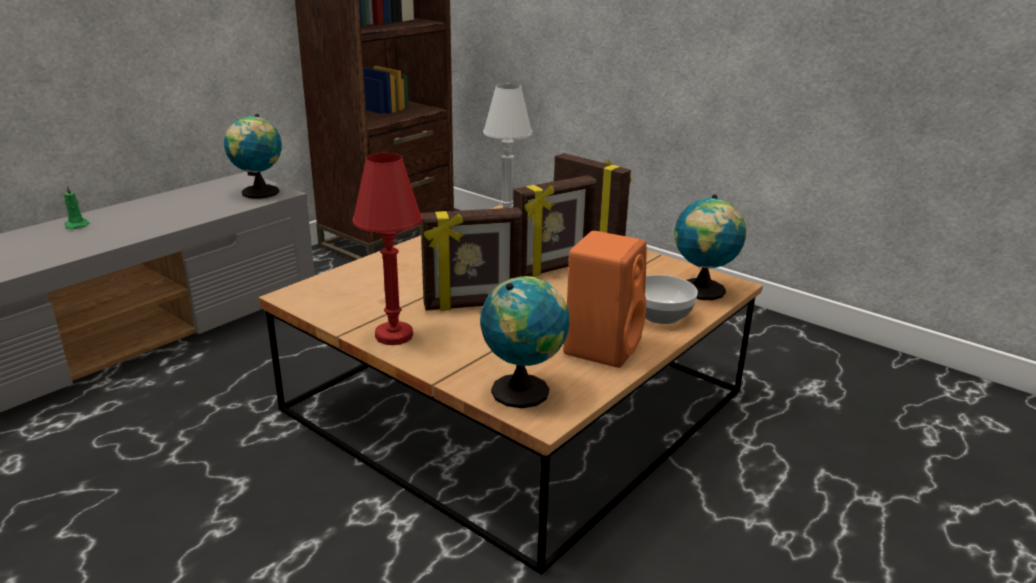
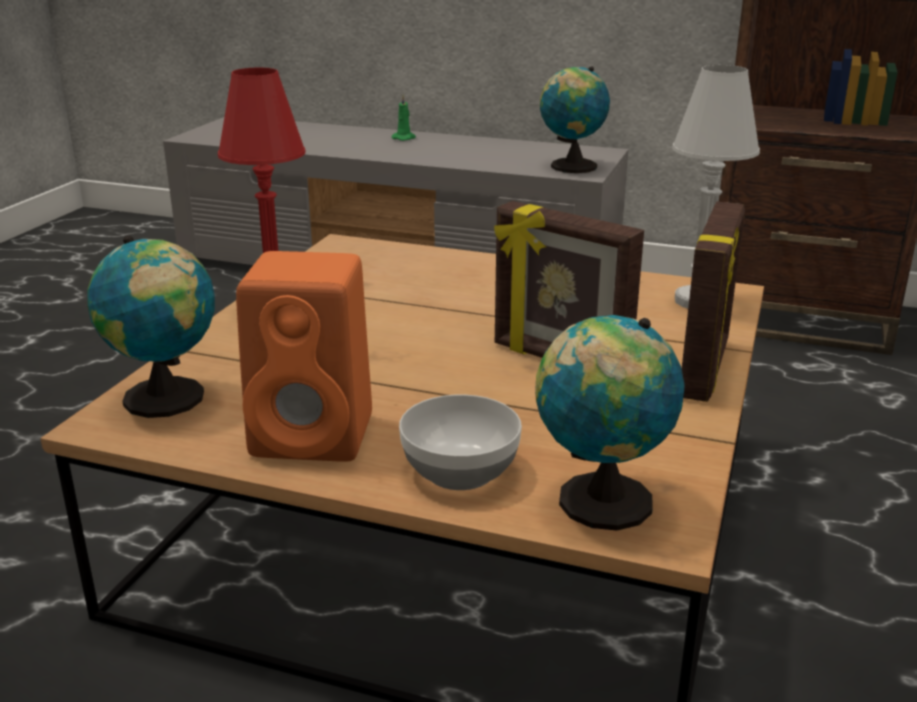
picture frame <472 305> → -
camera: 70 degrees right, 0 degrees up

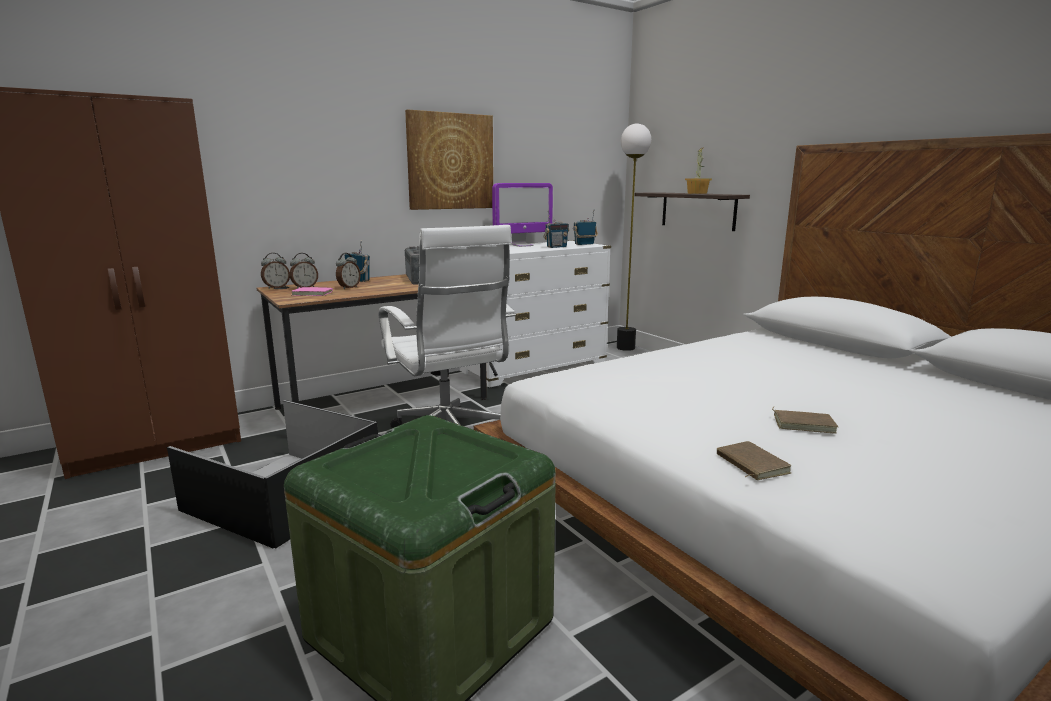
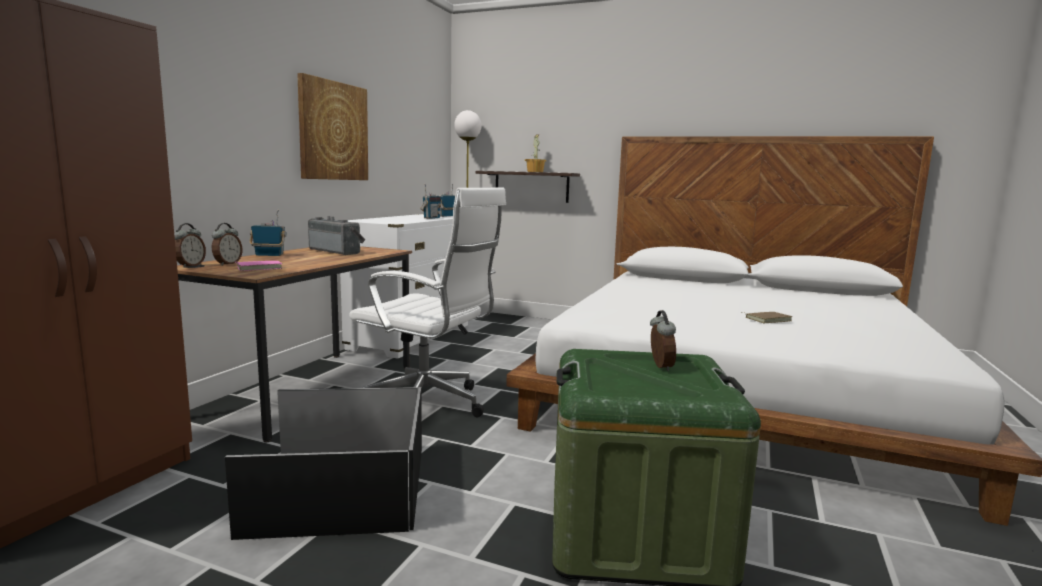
alarm clock <348 287> → alarm clock <659 367>, relocated
monitor <522 245> → -
book/brown <750 464> → -
camera: 35 degrees left, 5 degrees down

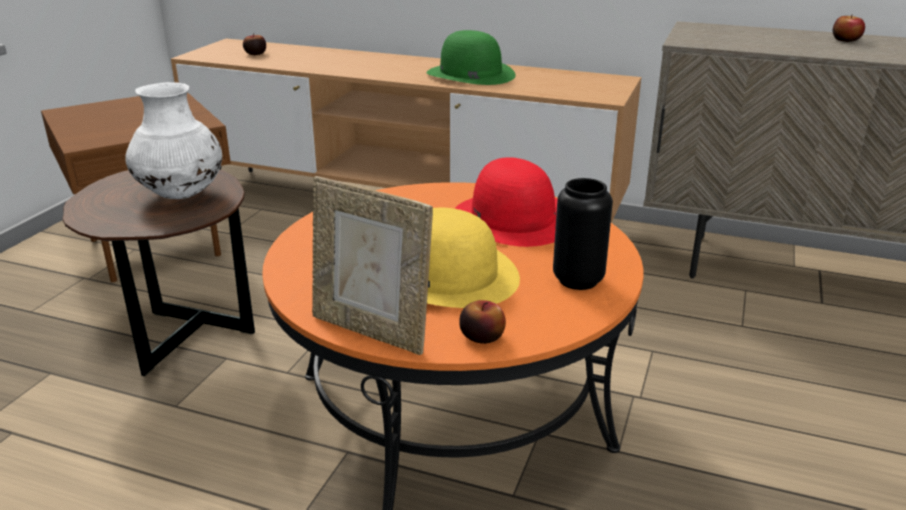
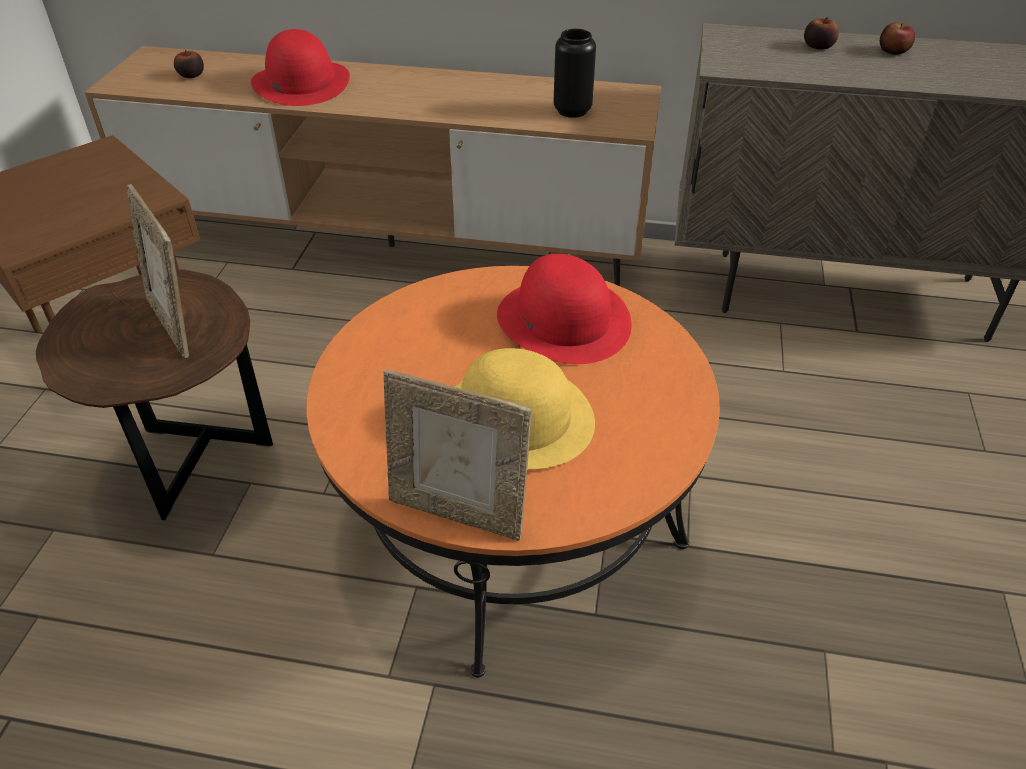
vase/white <181 195> → picture frame <175 324>
- → hat/red <301 82>
vase/black <578 280> → vase/black <572 111>, relocated
apple <482 336> → apple <818 46>, relocated
hat/green <470 74> → -
camera: 10 degrees left, 15 degrees up

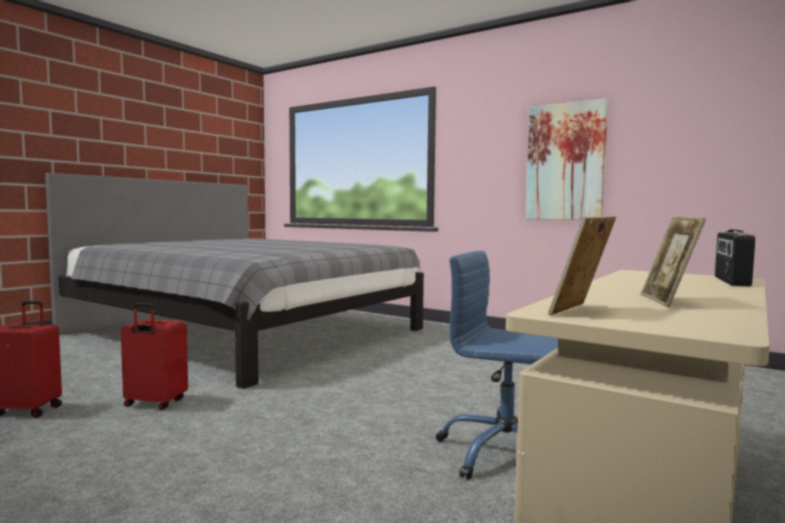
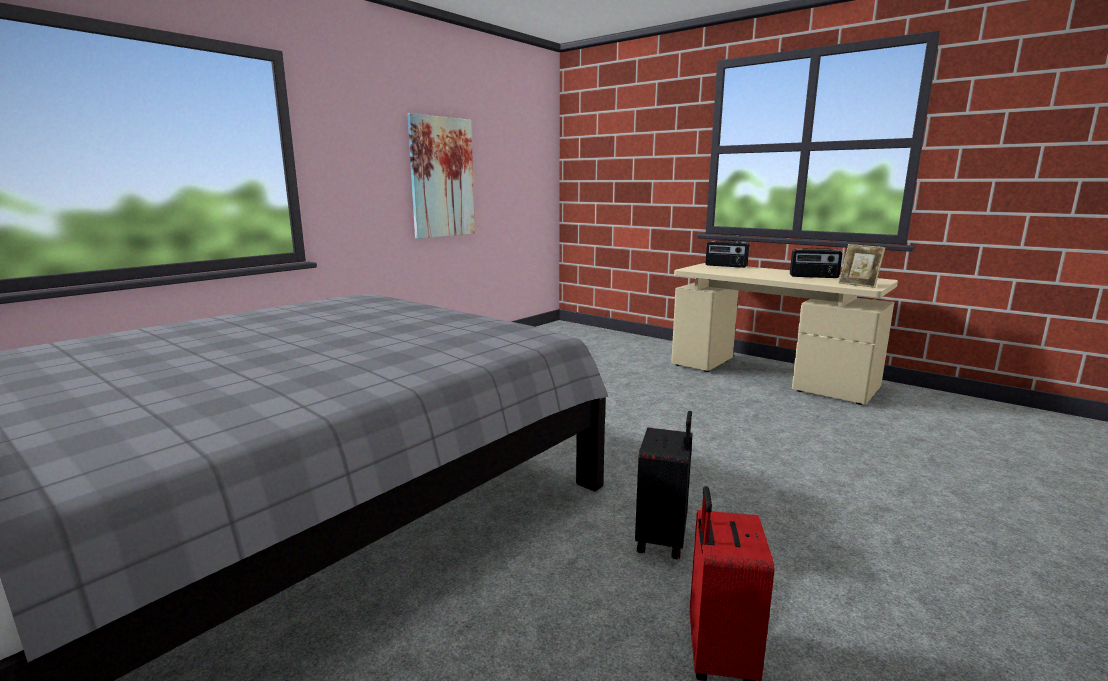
suitcase/red <154 403> → suitcase/black <663 539>
picture frame <668 301> → radio <814 276>
office chair/blue <505 453> → -
camera: 85 degrees left, 10 degrees up

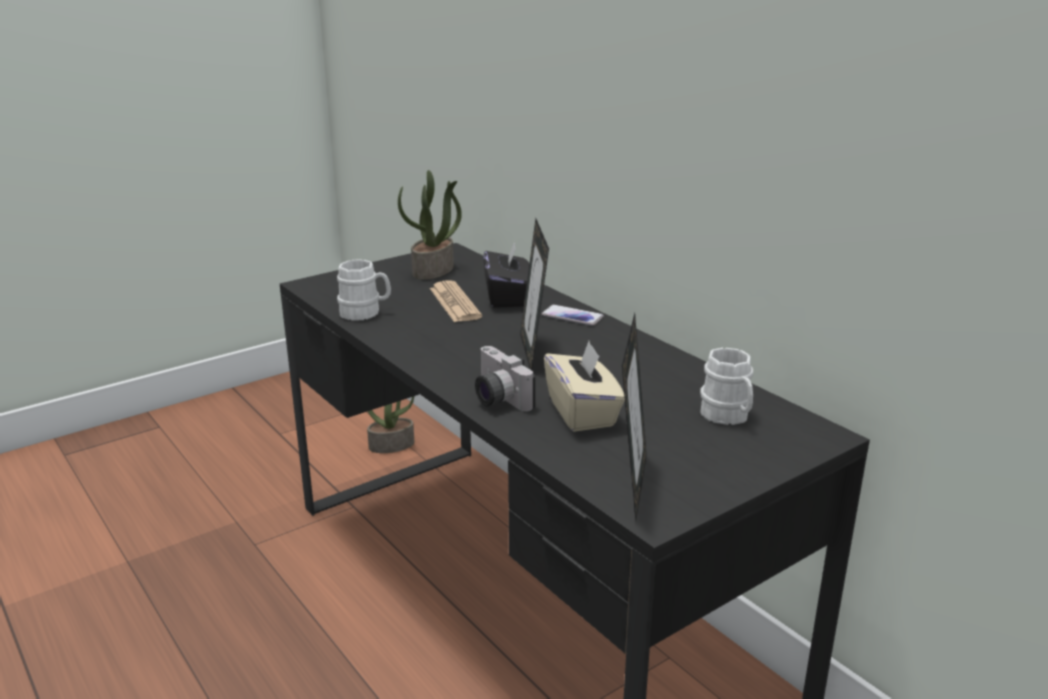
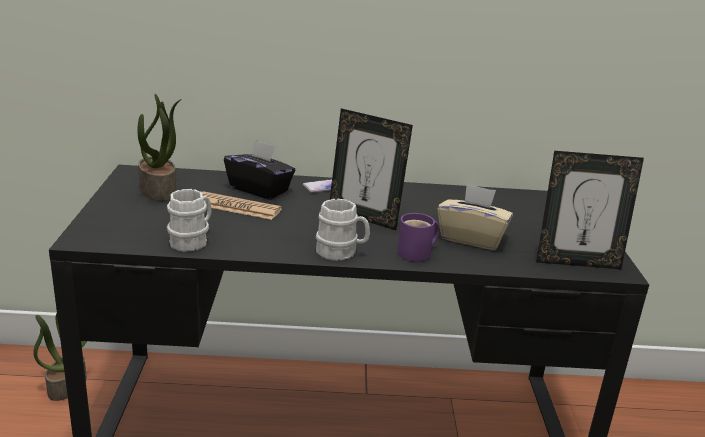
mug/white <728 417> → mug/white <341 252>, relocated
photo camera <496 398> → mug/purple <417 253>
picture frame <631 485> → picture frame <577 262>, 135 degrees clockwise
camera: 55 degrees left, 0 degrees up

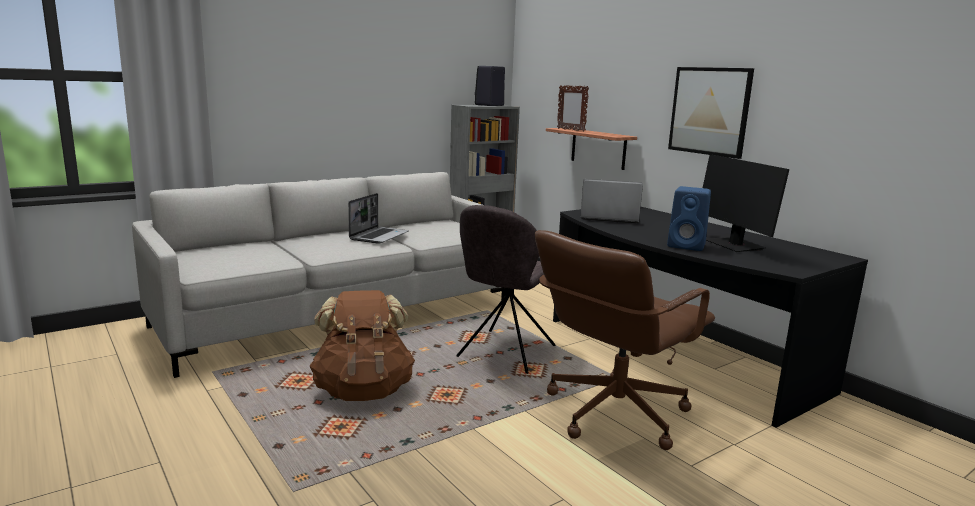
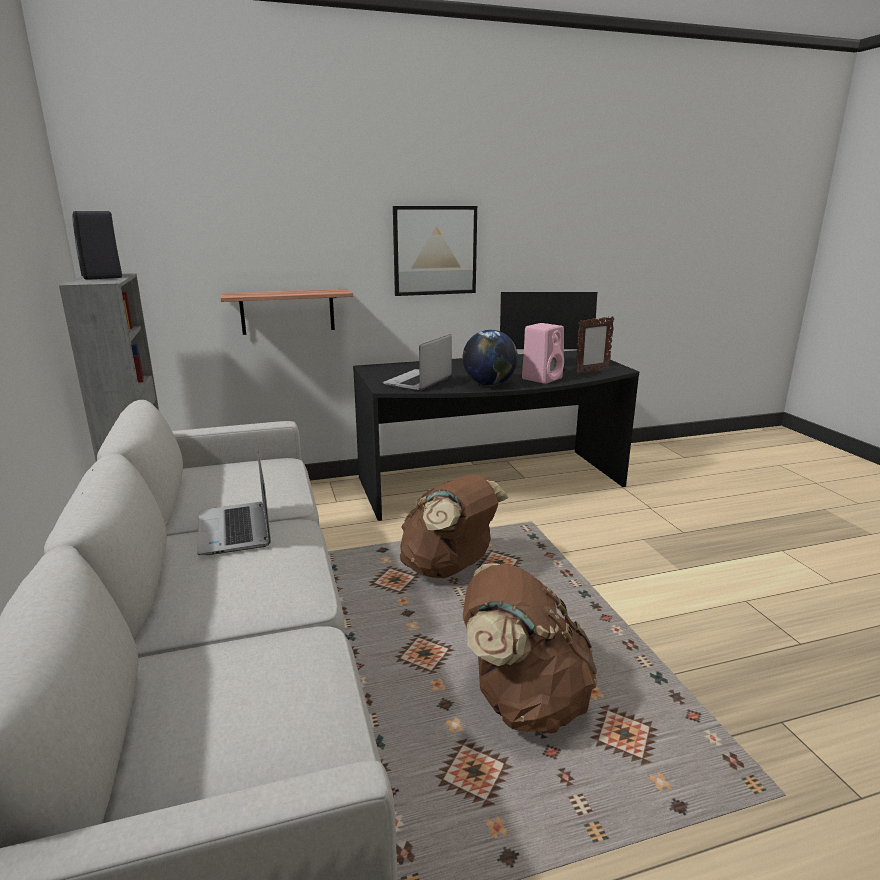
laptop <379 236> → laptop <236 530>, 150 degrees counterclockwise
chair/grey <505 353> → backpack/brown <449 568>
- → globe <489 384>
speaker/blue <687 246> → speaker/pink <542 378>
picture frame <570 130> → picture frame <592 372>, relocated
office chair/brown <614 412> → -
camera: 70 degrees left, 5 degrees up

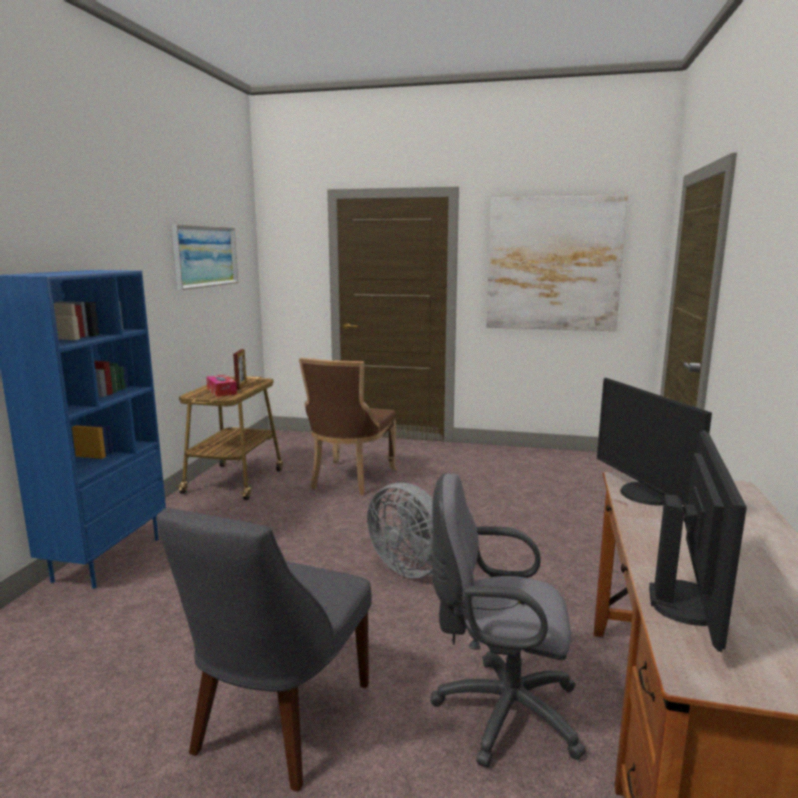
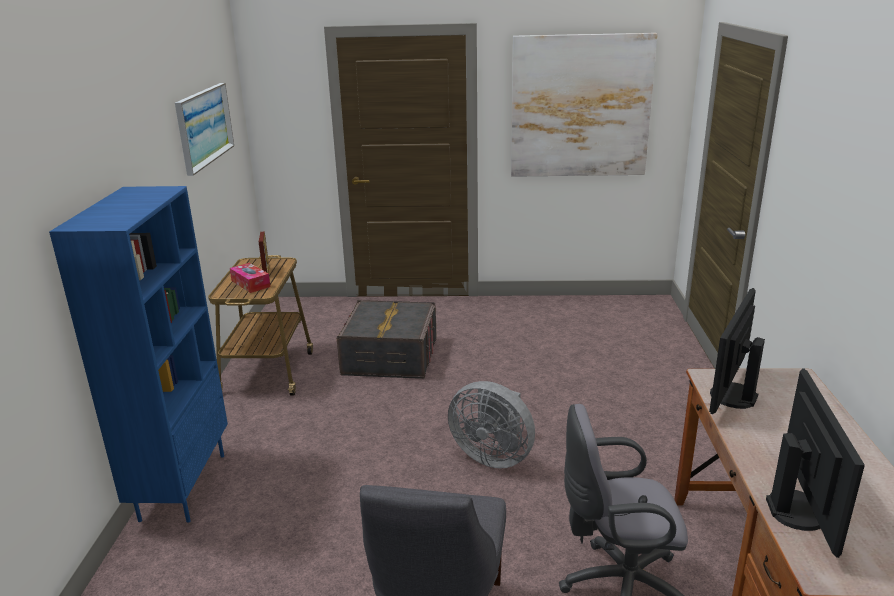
chair/brown <350 479> → storage box/grey <390 357>
monitor <645 495> → monitor <731 395>, 60 degrees clockwise
camera: 10 degrees left, 10 degrees up

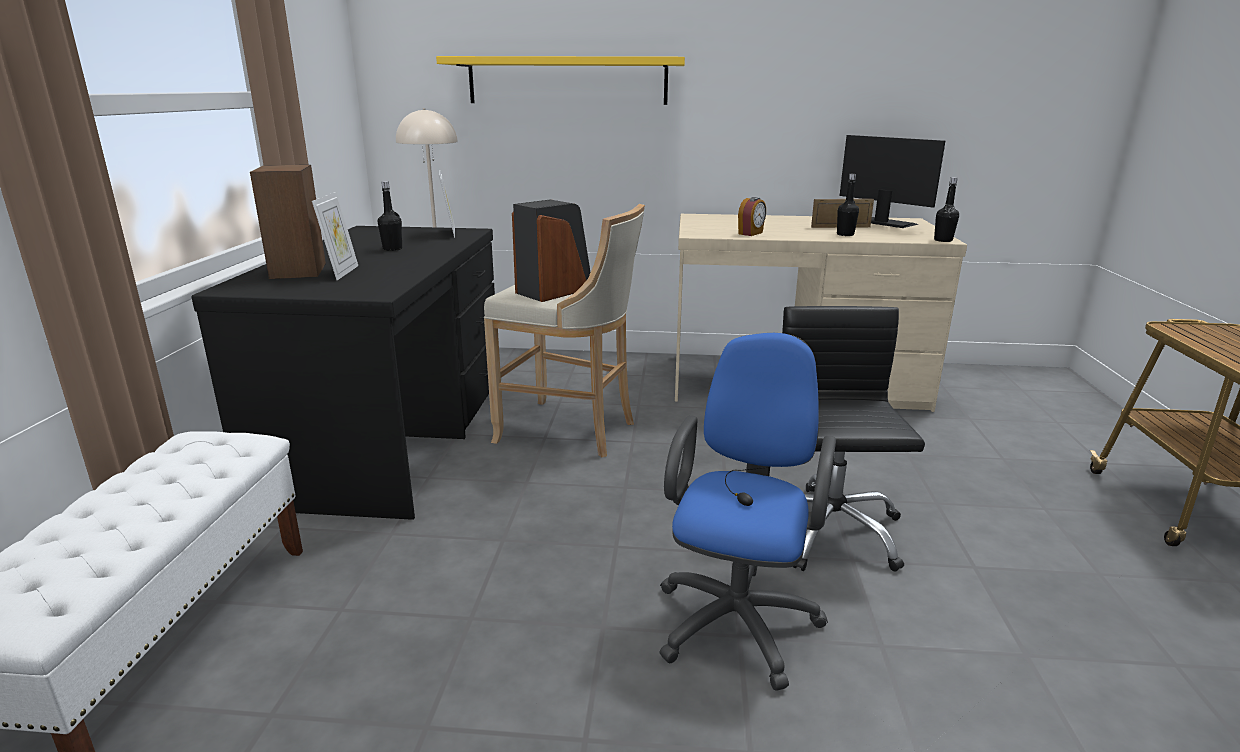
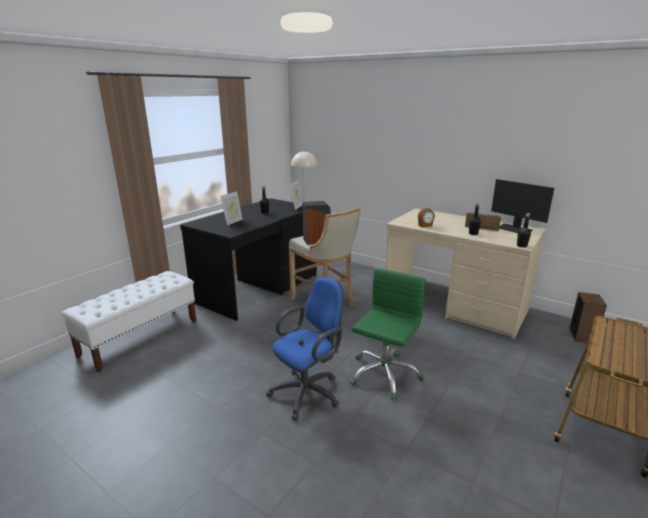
office chair/black <828 530> → office chair/green <384 374>
monitor <884 222> → monitor <514 229>, 150 degrees clockwise
speaker <299 271> → speaker <582 336>, relocated
shelf/yellow <567 81> → -
camera: 30 degrees right, 0 degrees up

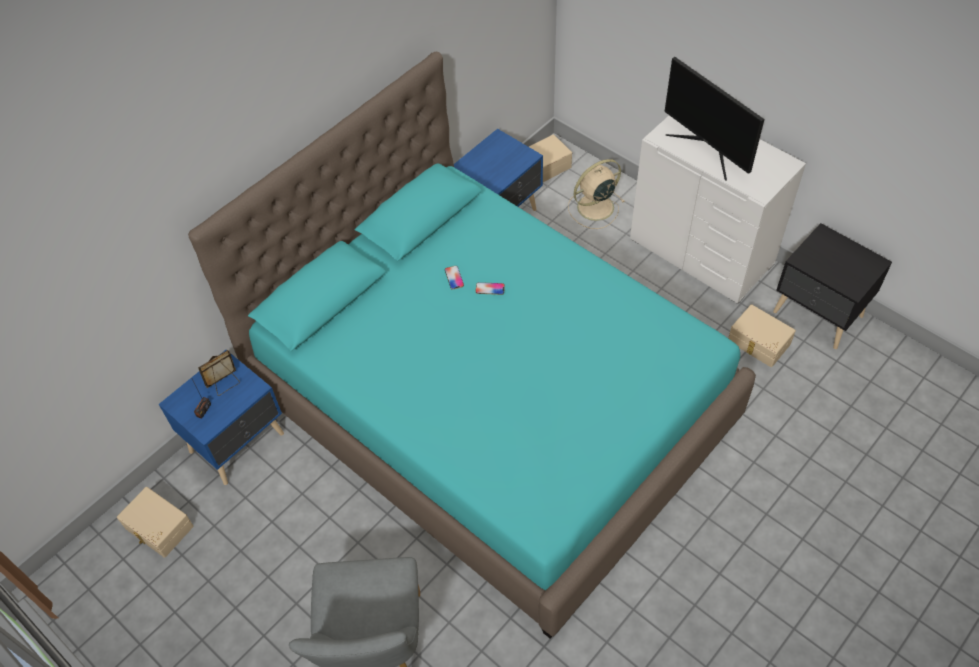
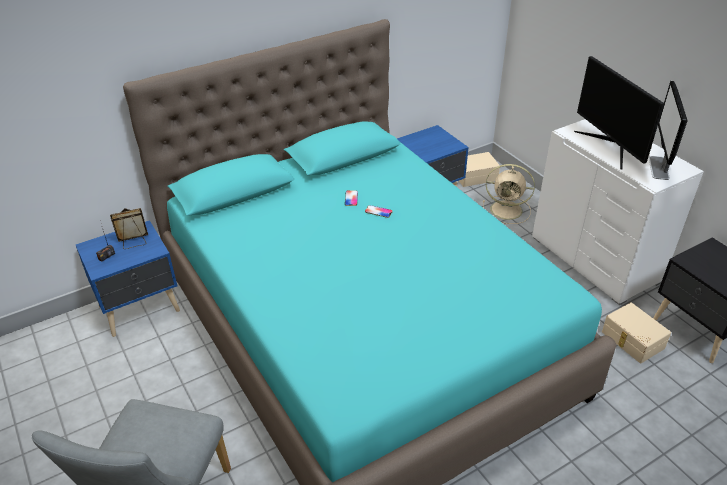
fan/beige <594 208> → fan/beige <507 210>, 150 degrees counterclockwise
- → monitor <658 168>
storage box/beige <158 528> → -
camera: 15 degrees right, 15 degrees down

